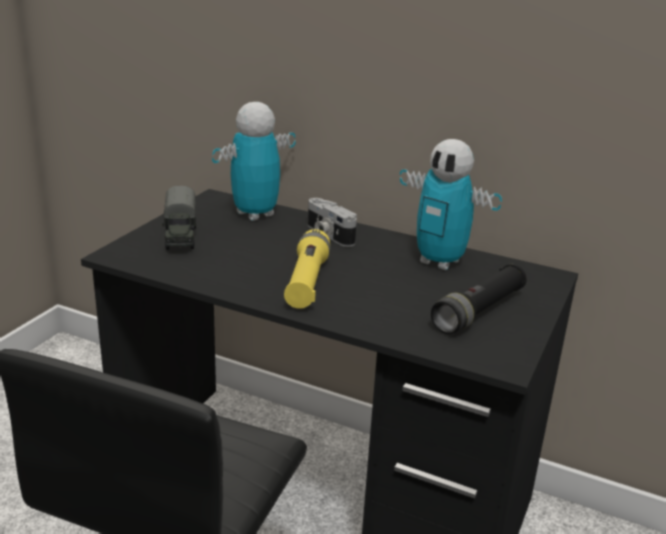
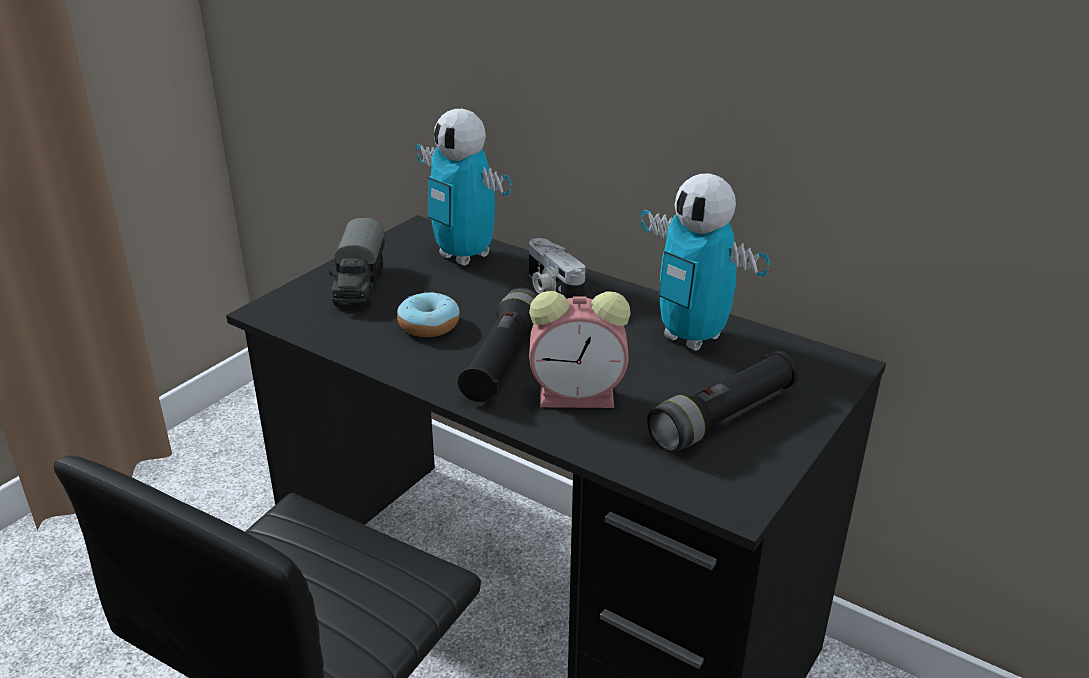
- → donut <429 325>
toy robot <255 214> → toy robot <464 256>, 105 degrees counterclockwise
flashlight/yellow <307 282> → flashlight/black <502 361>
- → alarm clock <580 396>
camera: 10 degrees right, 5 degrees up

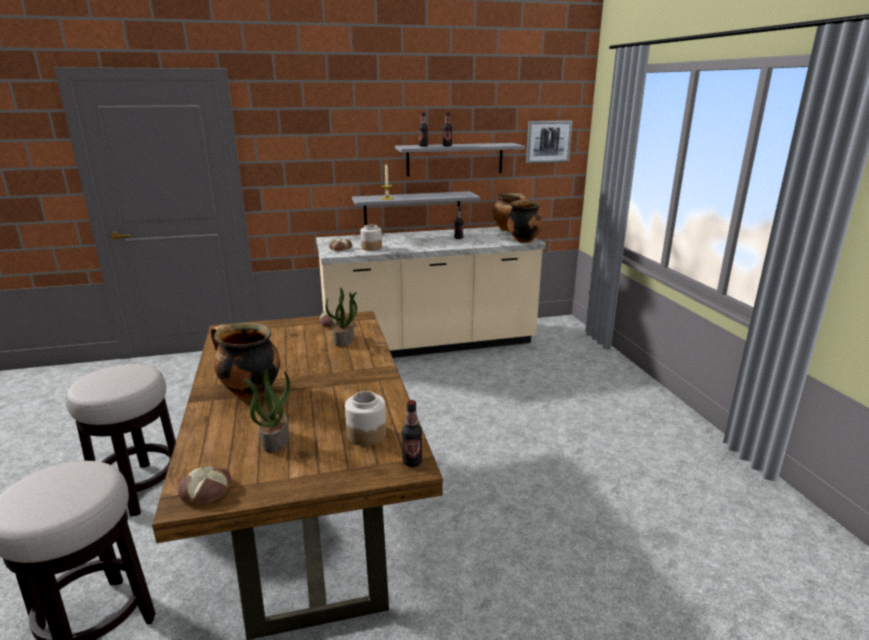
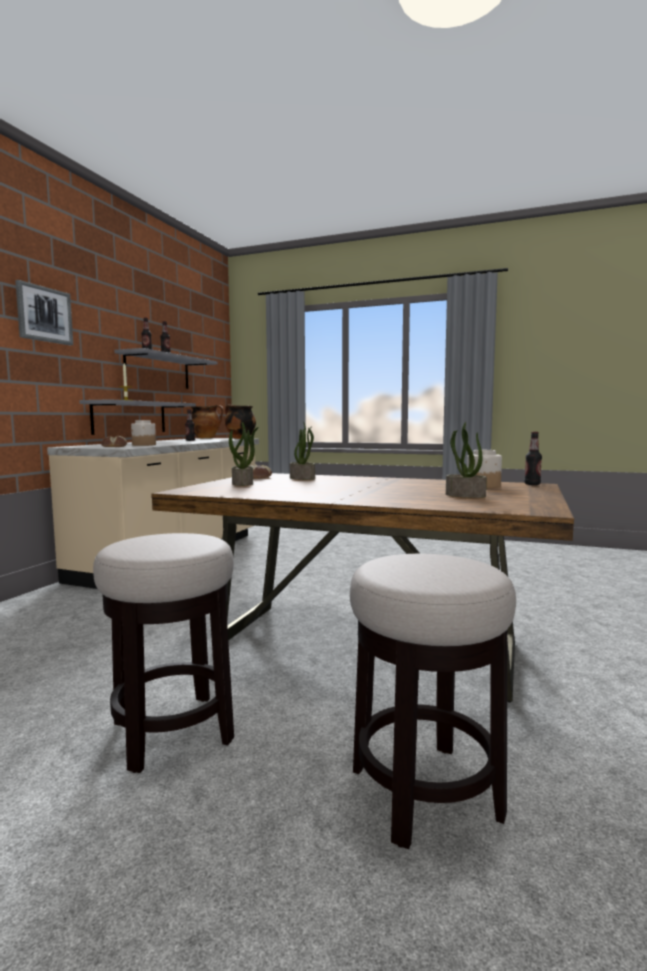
picture <548 141> → picture <44 314>, relocated
- → potted plant <243 483>
bread <207 490> → -
cooking pot <249 392> → -
camera: 55 degrees left, 15 degrees down

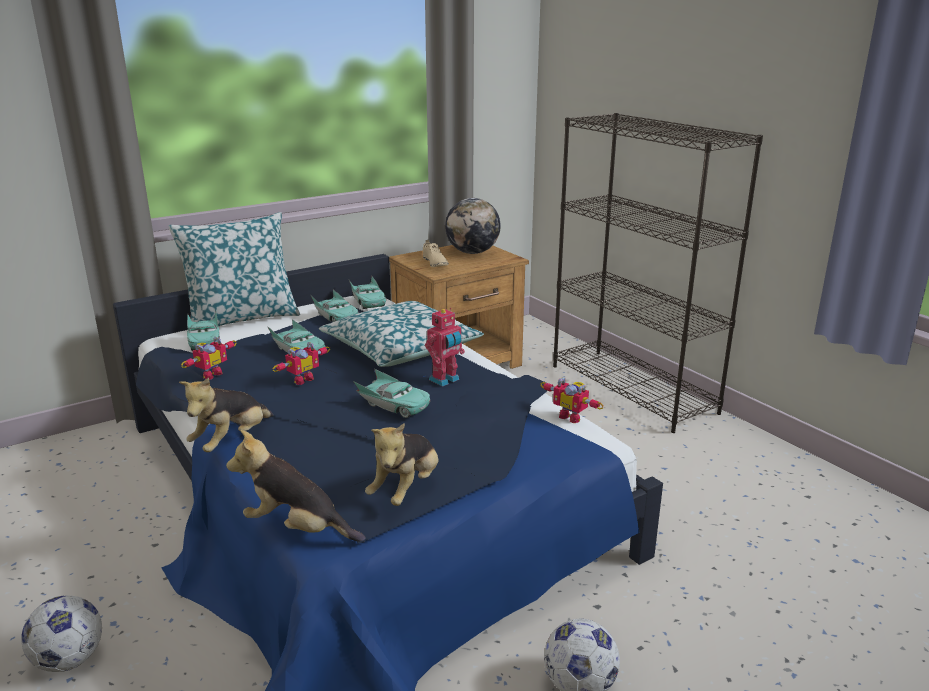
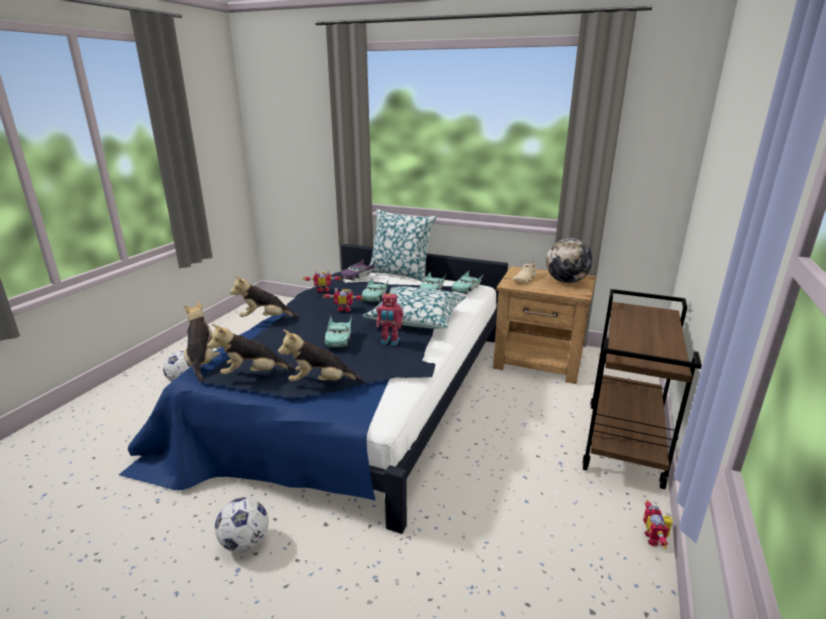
- → plush toy <321 382>
toy car/turquoise <204 340> → toy car/purple <358 275>
bookcase/black <633 389> → cart/brown <624 444>
toy robot <572 416> → toy robot <655 539>, relocated
camera: 55 degrees right, 0 degrees up

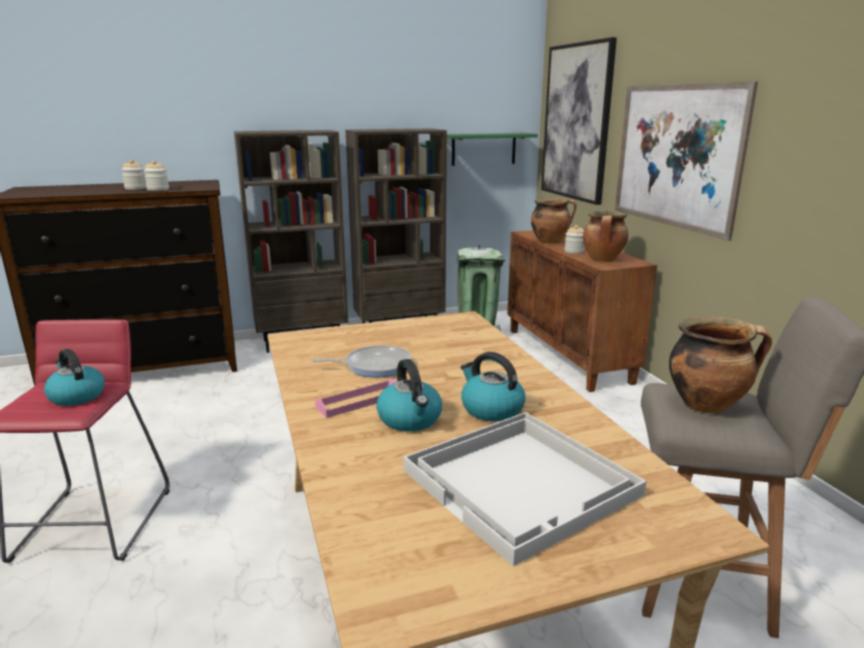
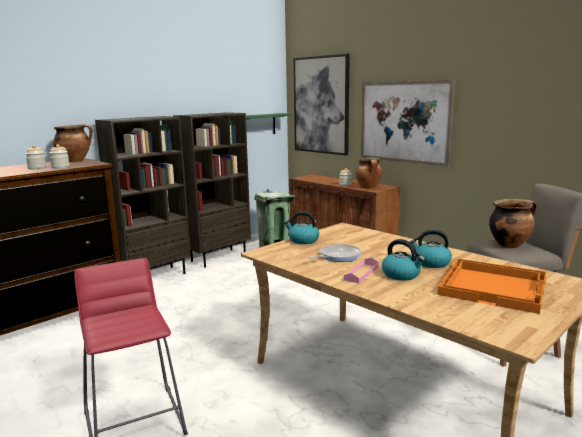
cooking pot <550 241> → cooking pot <75 161>, relocated
kettle <76 396> → kettle <302 240>, relocated
tray/white <522 483> → tray/orange <494 286>
camera: 25 degrees left, 5 degrees down

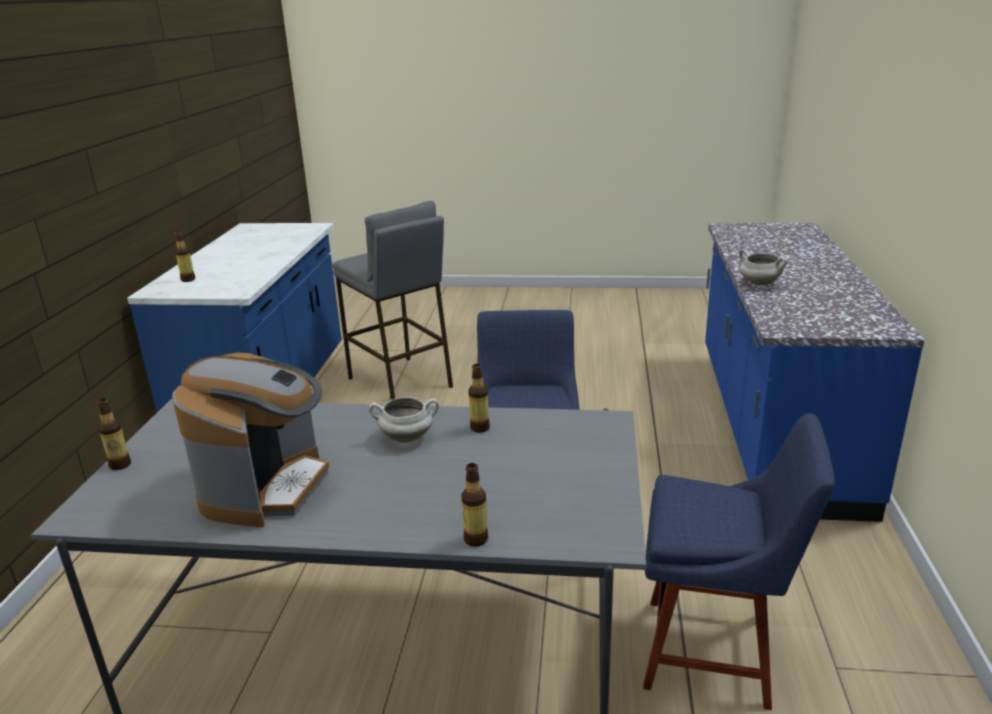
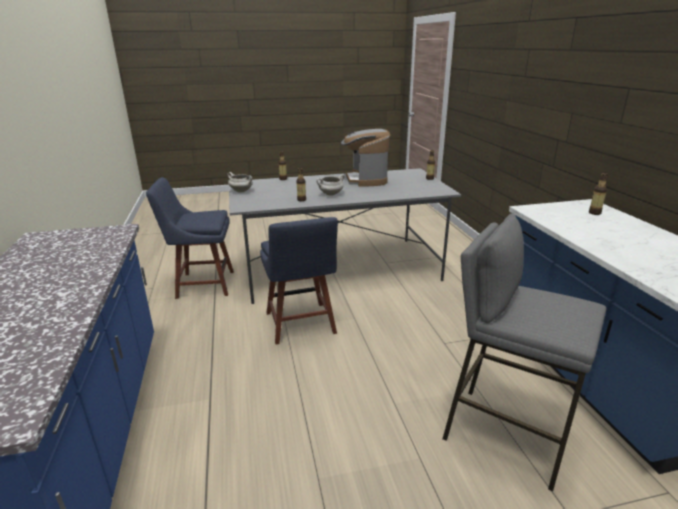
cooking pot/white <758 283> → cooking pot/white <242 191>, relocated
camera: 160 degrees right, 0 degrees up

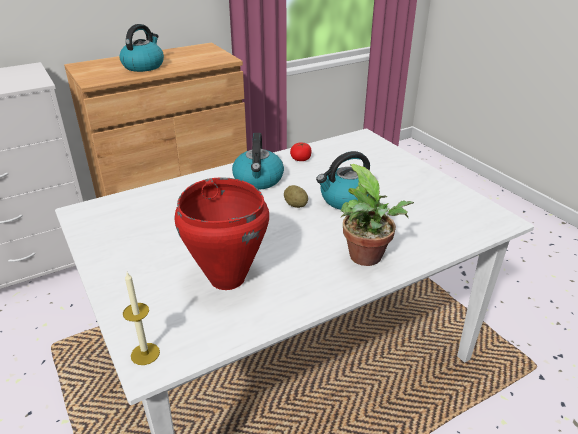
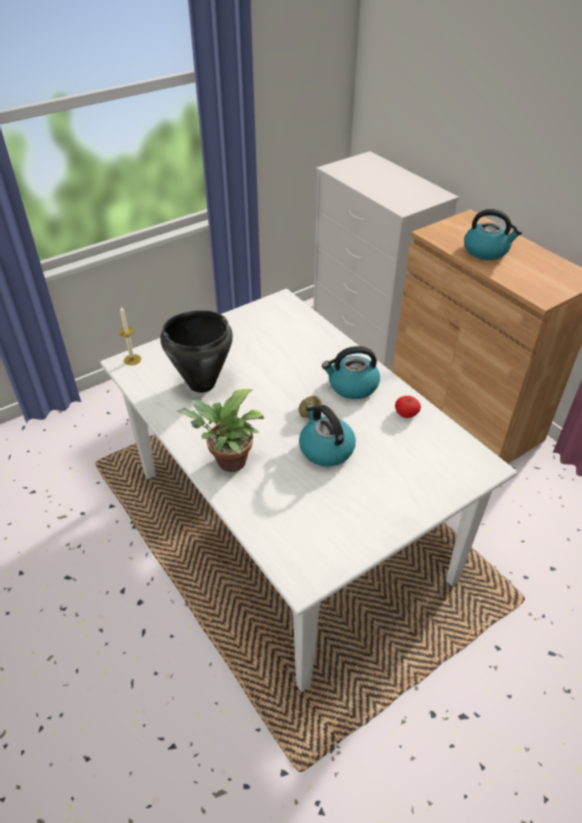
cooking pot/red <227 279> → cooking pot/black <201 384>
camera: 85 degrees right, 10 degrees up

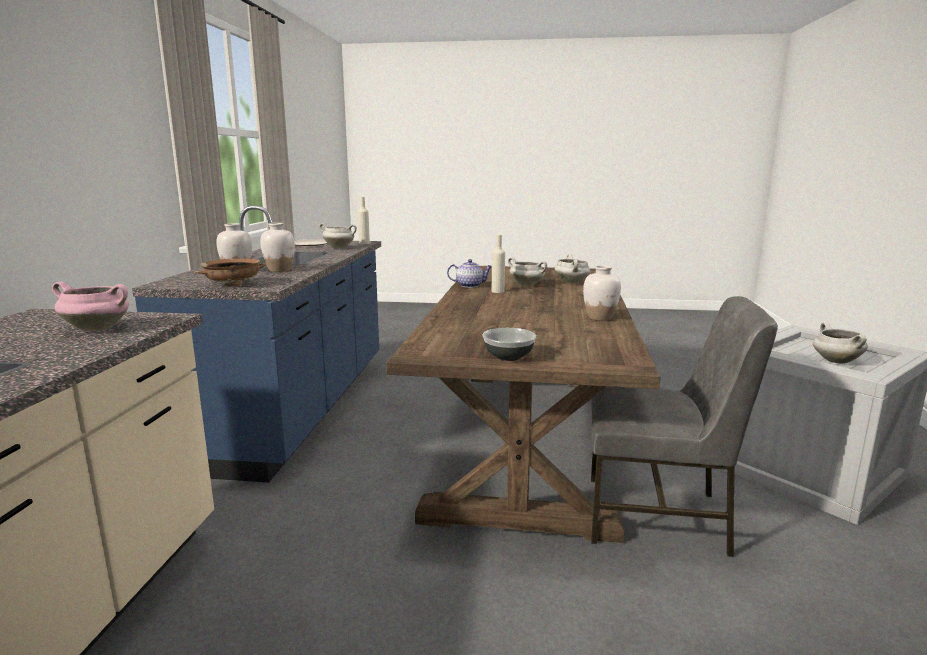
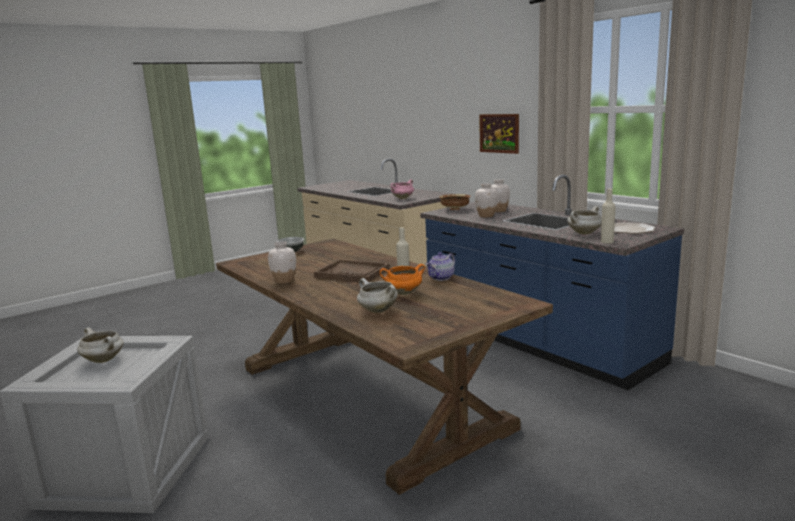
- → tray/brown <352 273>
cooking pot/white <527 285> → cooking pot/orange <403 293>
- → picture <499 133>
chair/grey <658 516> → -
camera: 135 degrees right, 0 degrees up

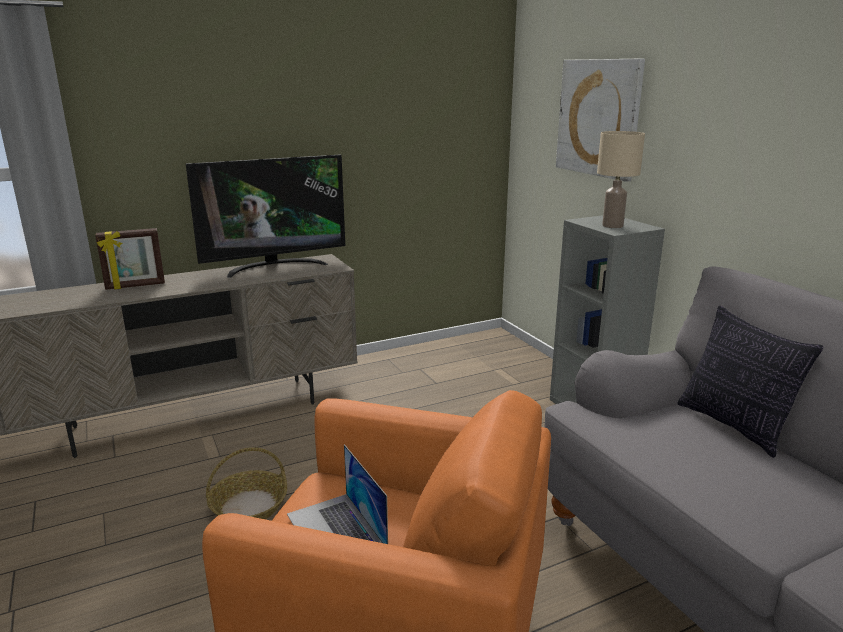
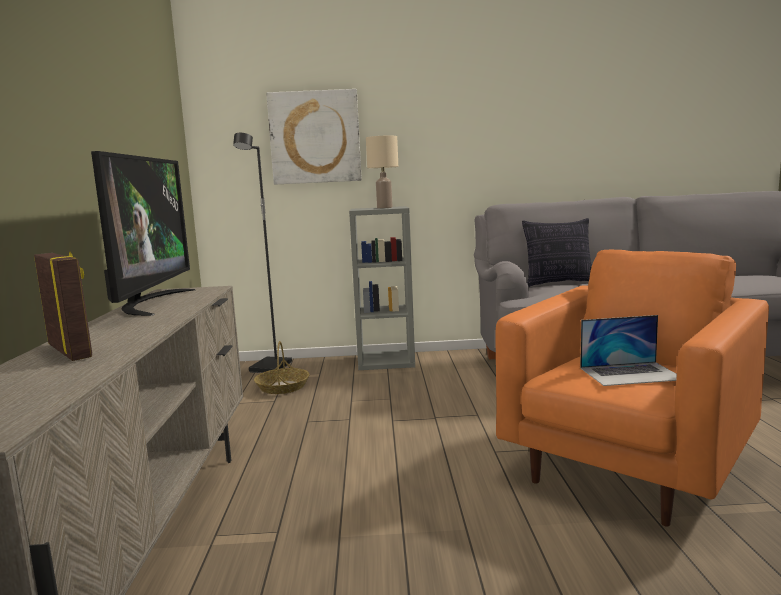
picture frame <135 286> → picture frame <71 351>, 45 degrees counterclockwise
- → floor lamp/black <271 367>
basket <249 506> → basket <282 387>, relocated
camera: 65 degrees left, 10 degrees down

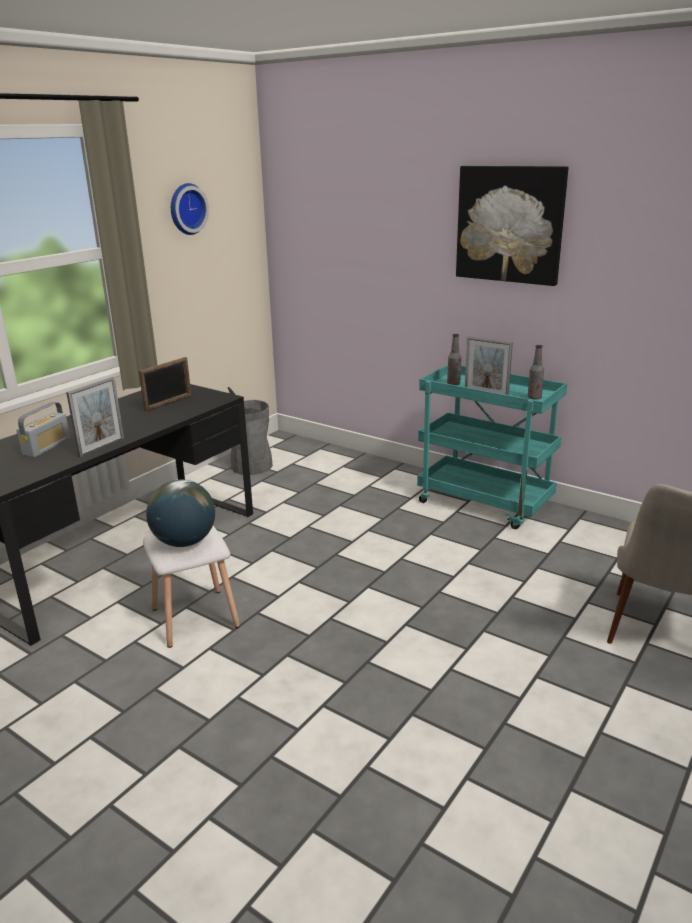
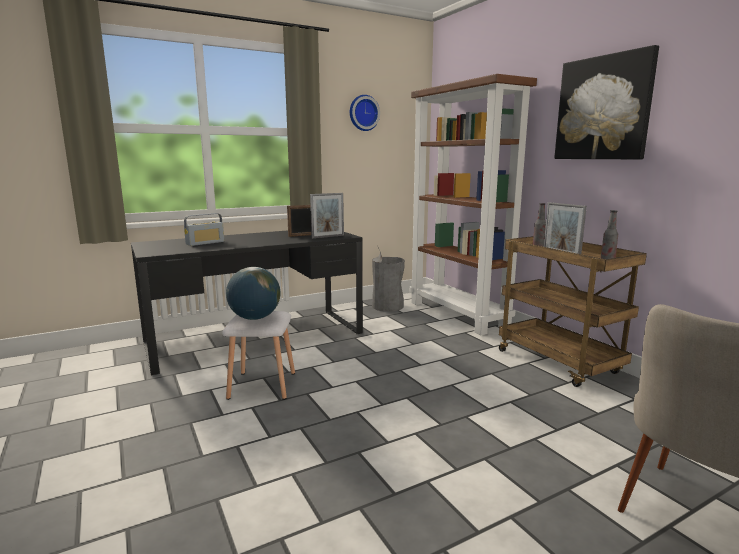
picture frame <102 447> → picture frame <328 236>, relocated
- → bookcase/brown <458 314>
cart/turquoise <485 504> → cart/brown <559 363>
camera: 25 degrees right, 10 degrees down

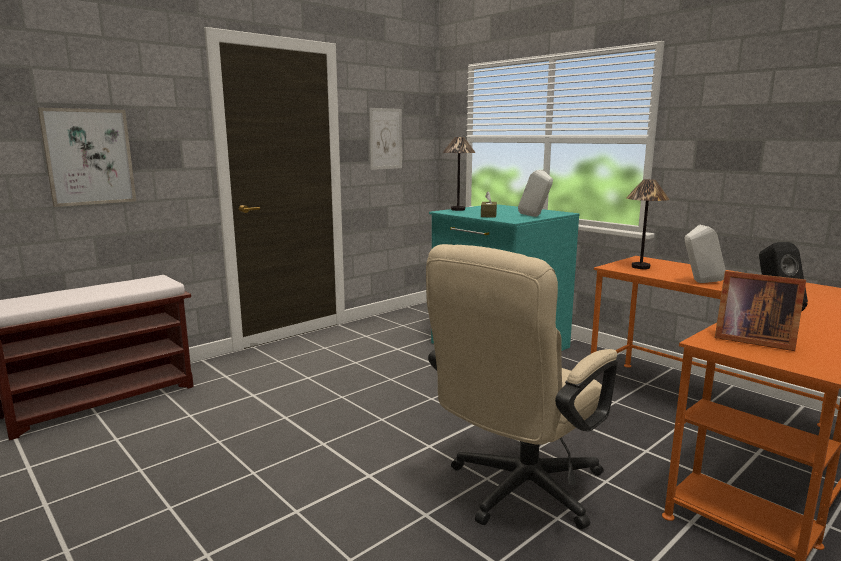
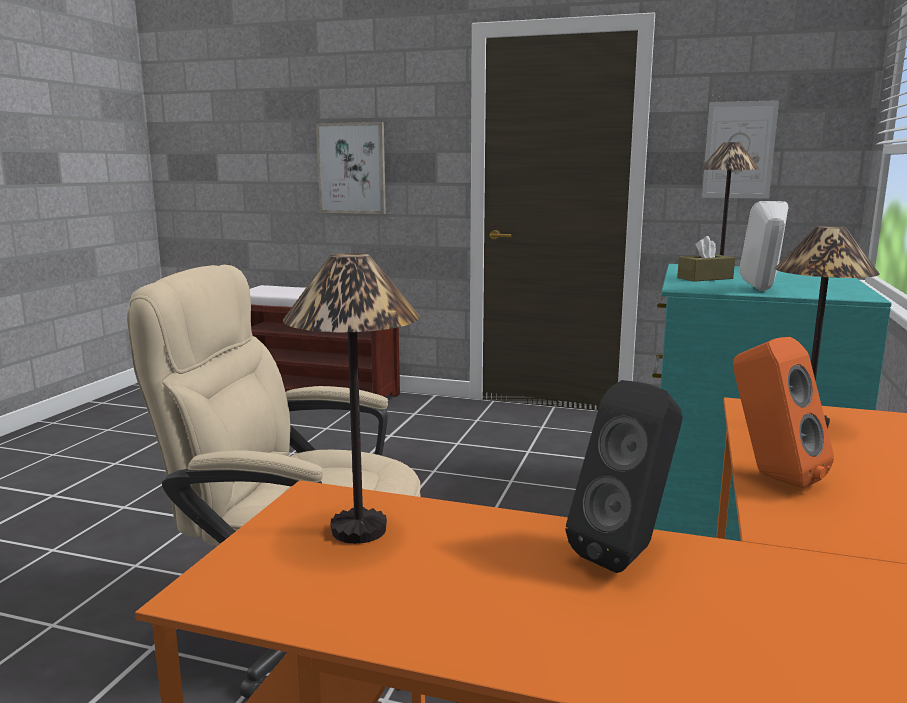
picture frame <750 340> → table lamp <360 530>
speaker/white <699 282> → speaker/orange <771 476>
camera: 60 degrees right, 0 degrees up

